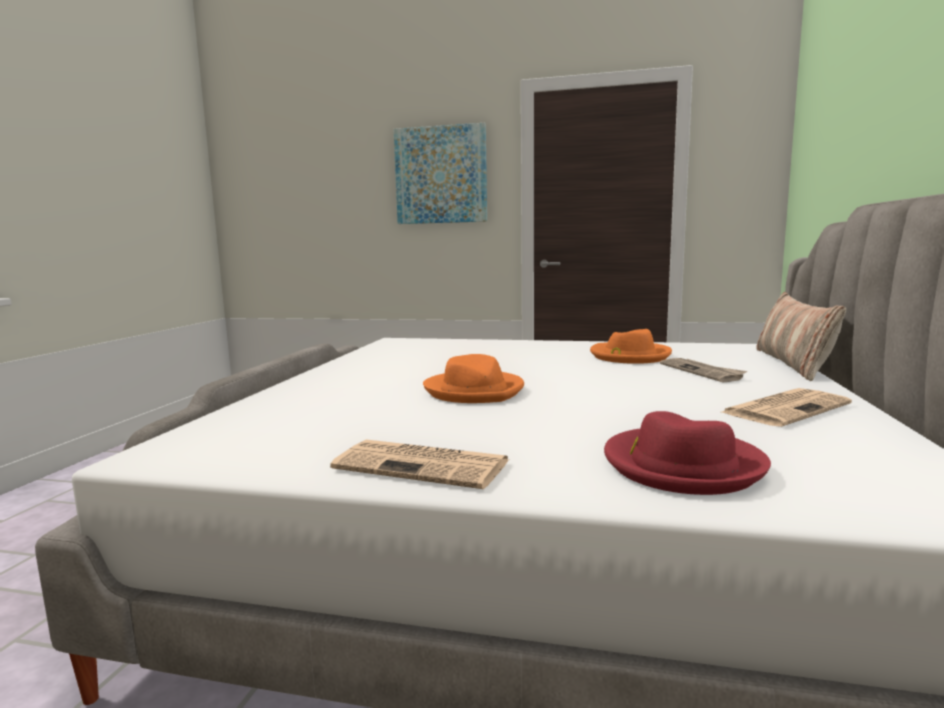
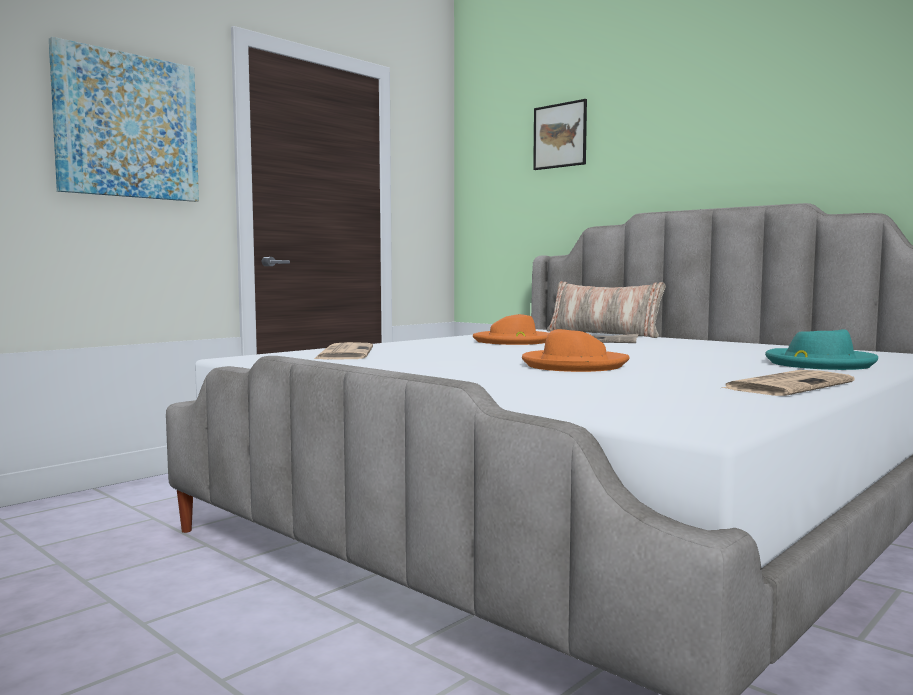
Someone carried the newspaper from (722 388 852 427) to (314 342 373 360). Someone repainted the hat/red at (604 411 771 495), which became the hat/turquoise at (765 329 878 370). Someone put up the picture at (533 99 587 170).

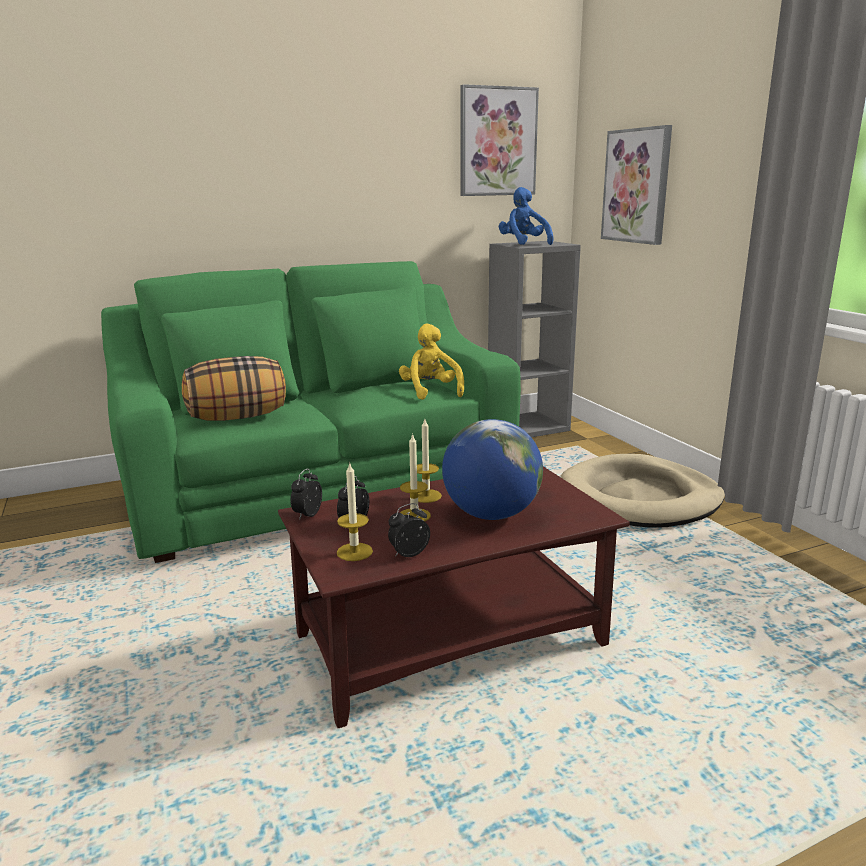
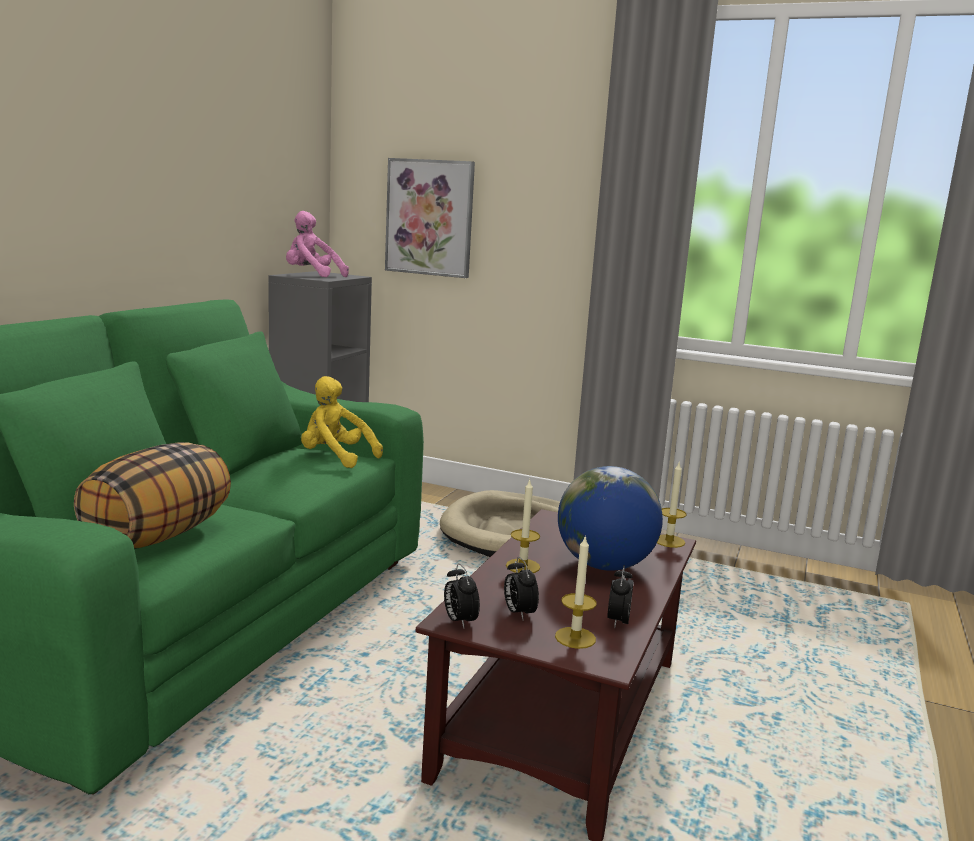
Someone took away the picture at (461 84 539 196). Someone repainted the plush toy/blue at (499 187 554 245), which became the plush toy/pink at (286 211 349 277). Someone carried the candle from (400 433 431 521) to (657 463 687 548).

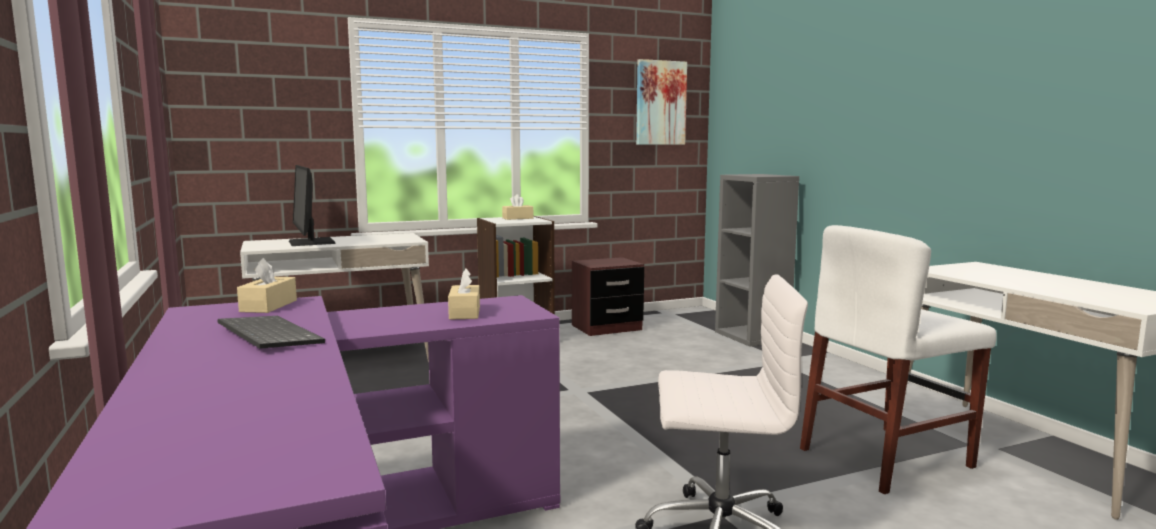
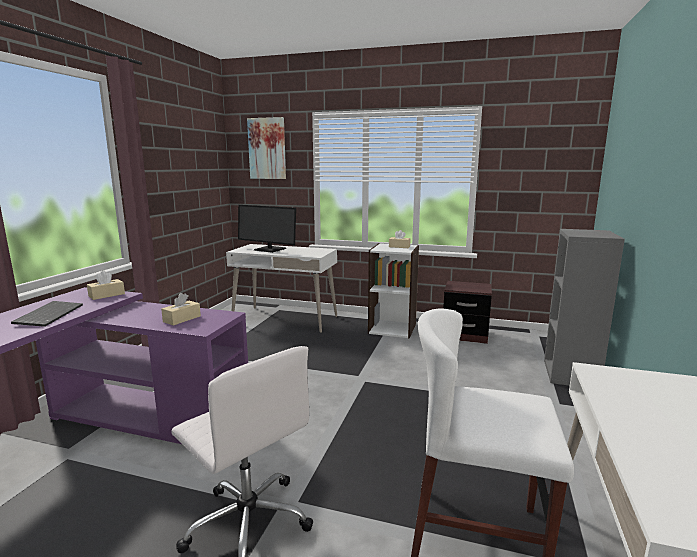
Someone carried the picture from (636 59 687 145) to (247 117 286 179). Someone rotated the monitor at (289 165 336 246) by 75 degrees counterclockwise.

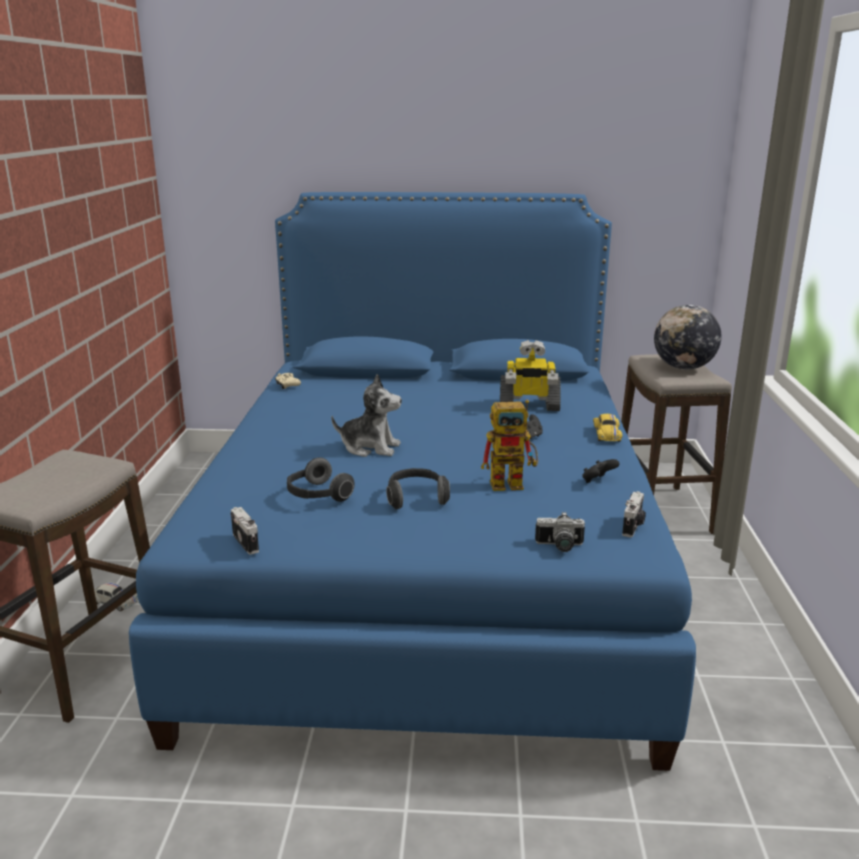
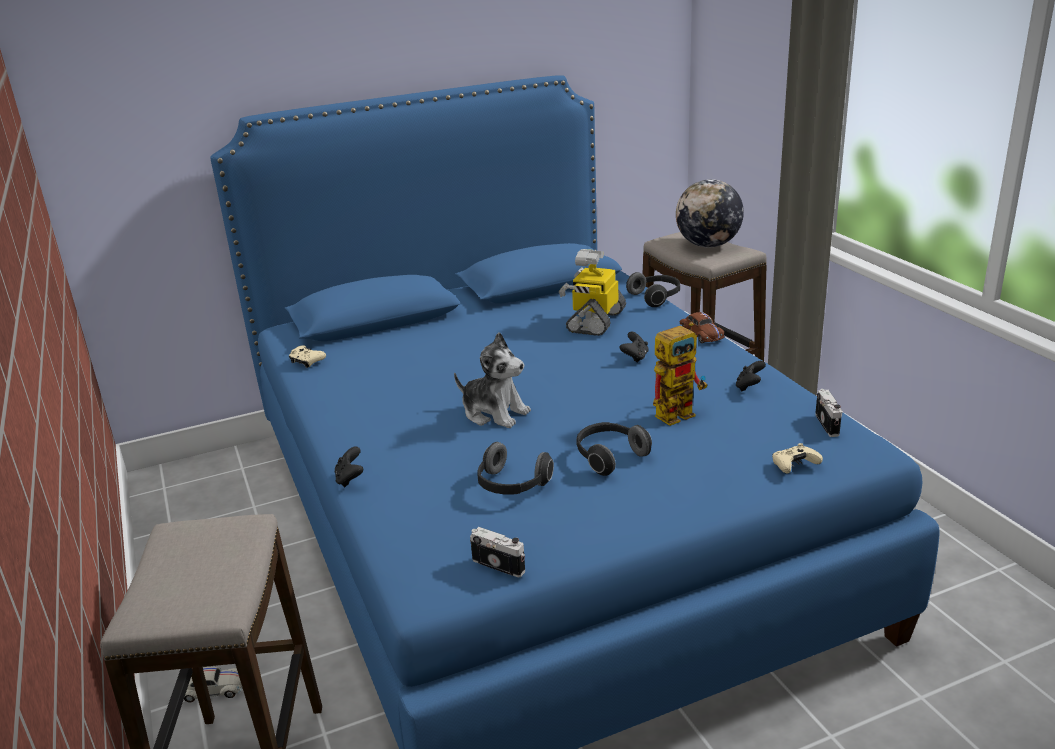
Someone rotated the toy robot at (500 340 561 411) by 135 degrees clockwise. Someone rotated the plush toy at (331 374 402 457) by 45 degrees clockwise. Someone repainted the toy car/yellow at (593 414 622 442), which became the toy car/brown at (680 312 725 343). Someone swapped the photo camera at (535 512 585 552) for the game controller/beige at (772 443 823 474). Someone put down the headphones at (626 272 680 307). Someone put down the game controller/black at (335 446 363 487).

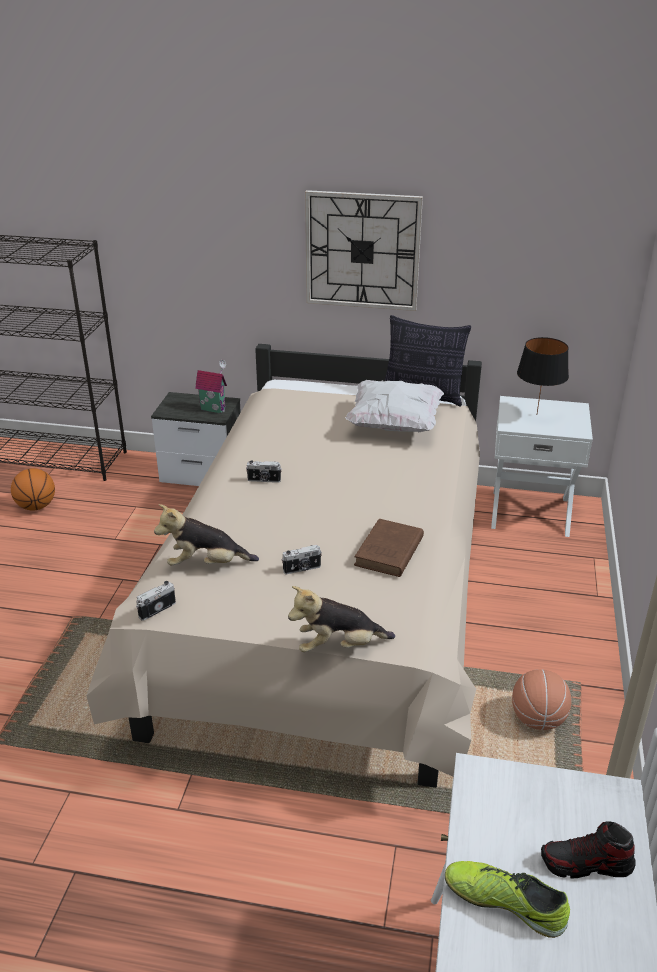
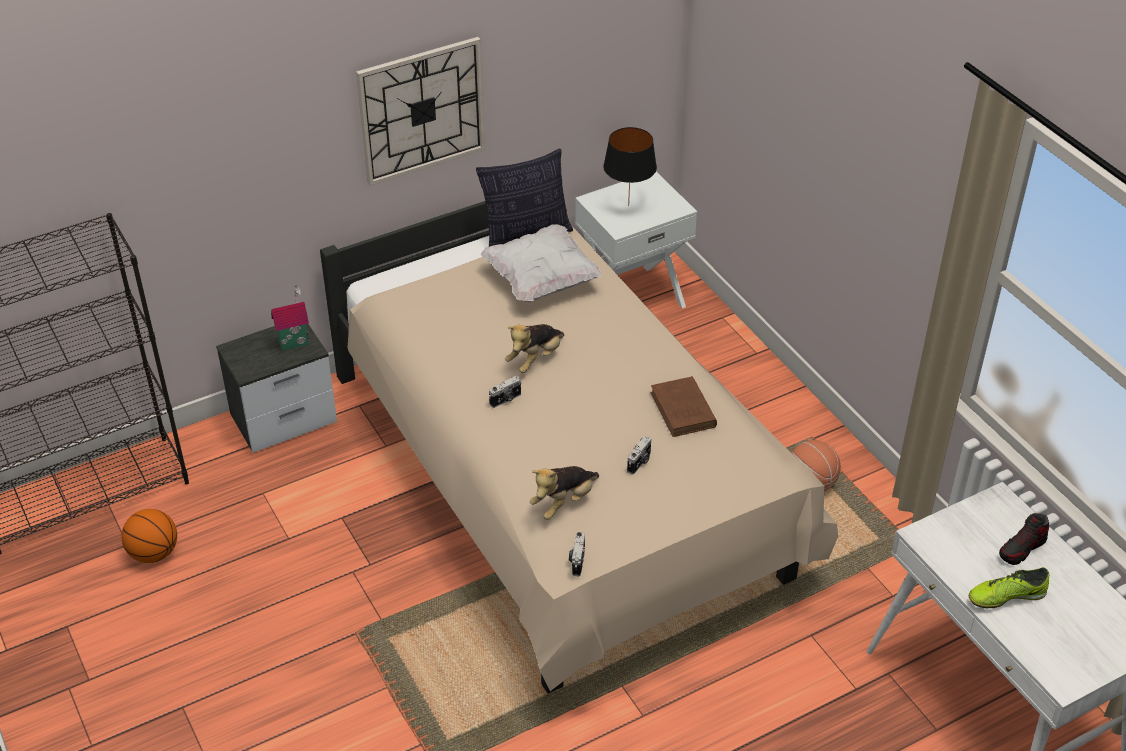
Someone carried the plush toy from (288 586 395 652) to (505 324 564 373).

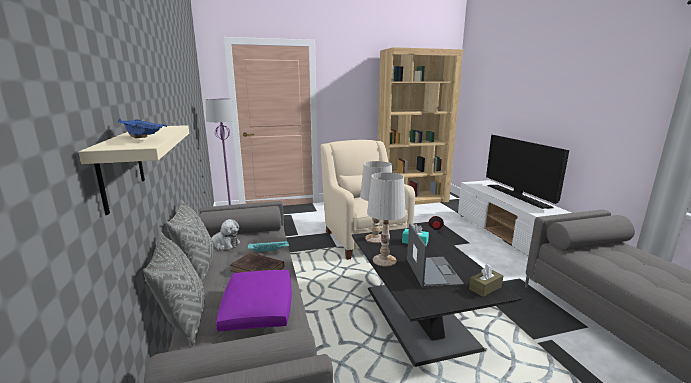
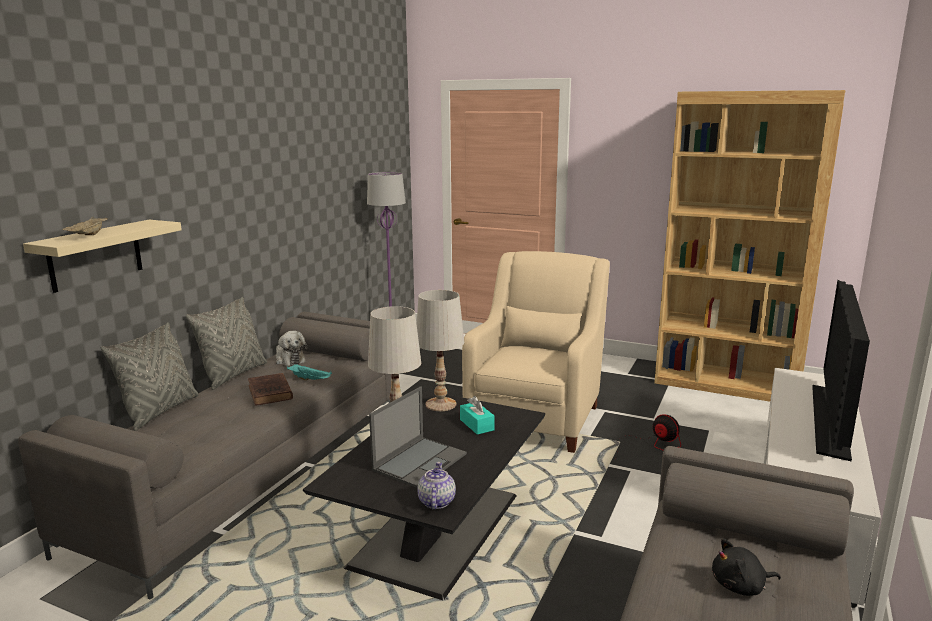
Someone repainted the tray/blue at (118 119 167 138), which became the tray/beige at (62 217 108 235). Someone swapped the tissue box/brown at (469 264 503 297) for the teapot at (417 462 456 510). Someone took away the pillow/purple at (216 270 292 331). Someone put down the plush toy/black at (712 539 781 596).

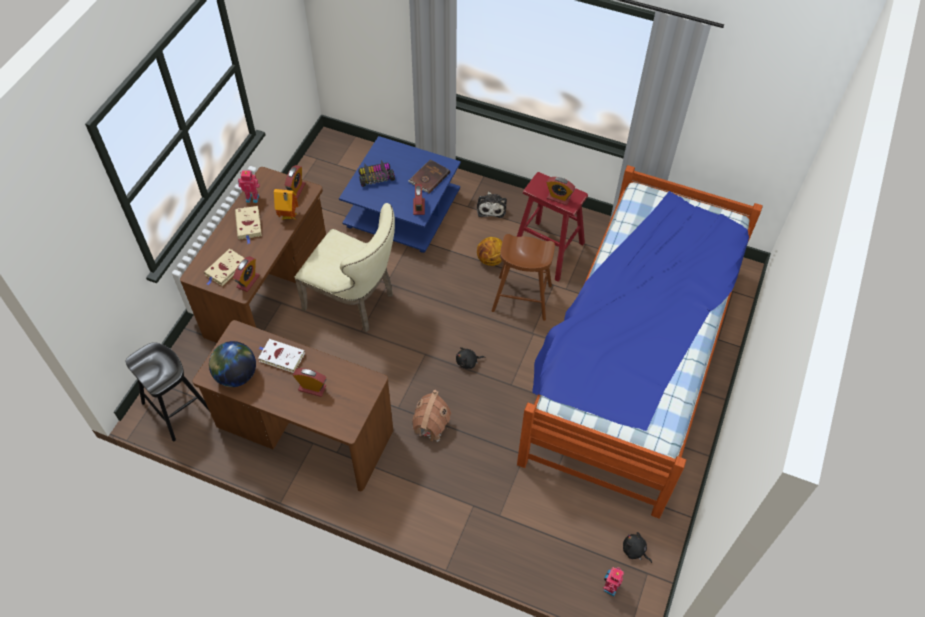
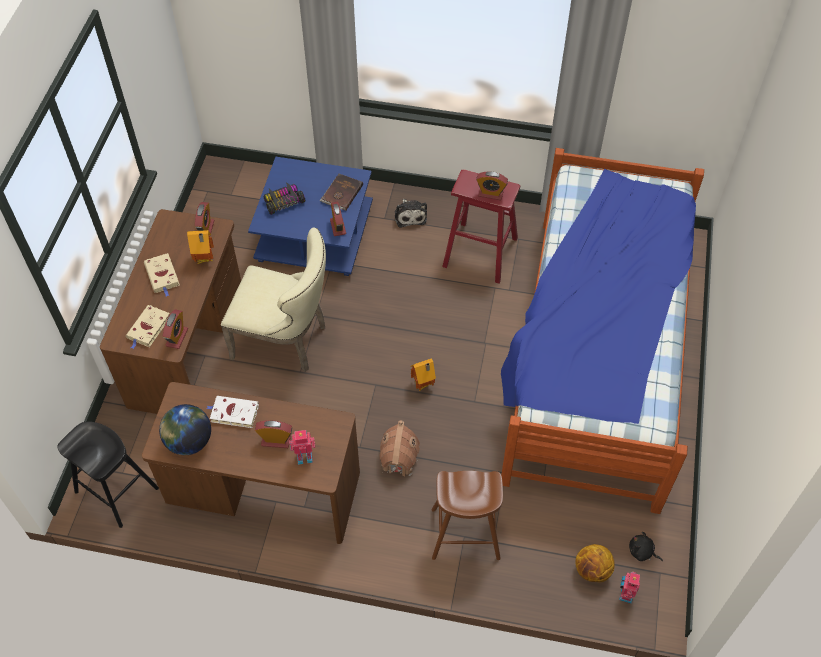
Someone carried the toy robot from (238 170 260 203) to (289 430 315 465). Someone carried the stool/brown from (492 234 555 321) to (432 471 503 560). Someone carried the basketball from (477 237 502 266) to (576 544 615 582). Someone swapped the plush toy/black at (456 347 486 369) for the toy house at (410 358 436 391).

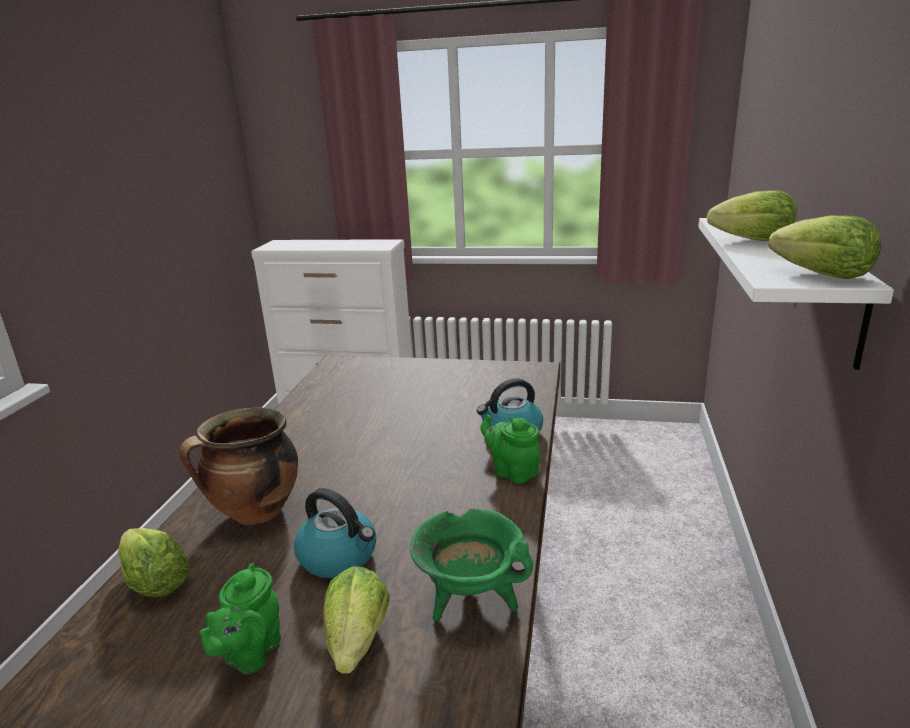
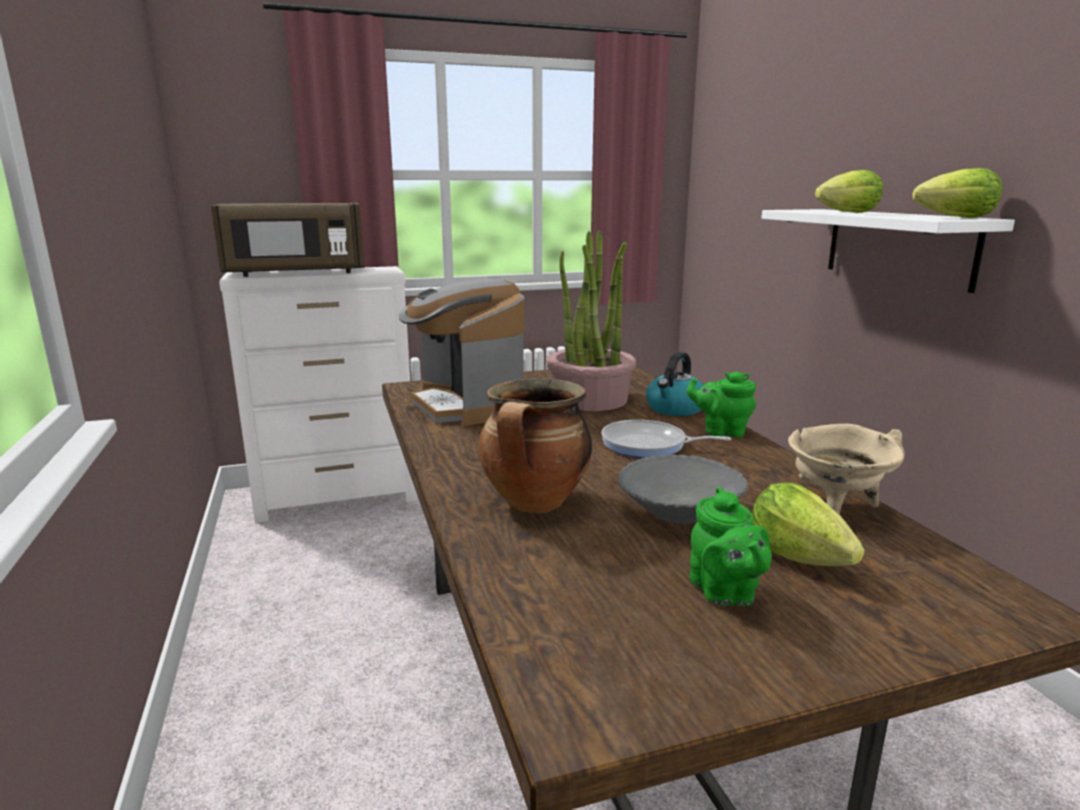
Someone swapped the kettle at (294 488 376 578) for the bowl/grey at (618 454 749 524). Someone repainted the cooking pot/green at (410 508 533 621), which became the cooking pot/beige at (788 424 905 515). Someone took away the lettuce at (118 528 189 597). Someone put down the microwave/brown at (211 203 365 277). Someone put down the potted plant at (546 230 636 411). Someone put down the coffee machine at (399 279 524 426). Someone put down the frying pan at (601 420 731 458).

